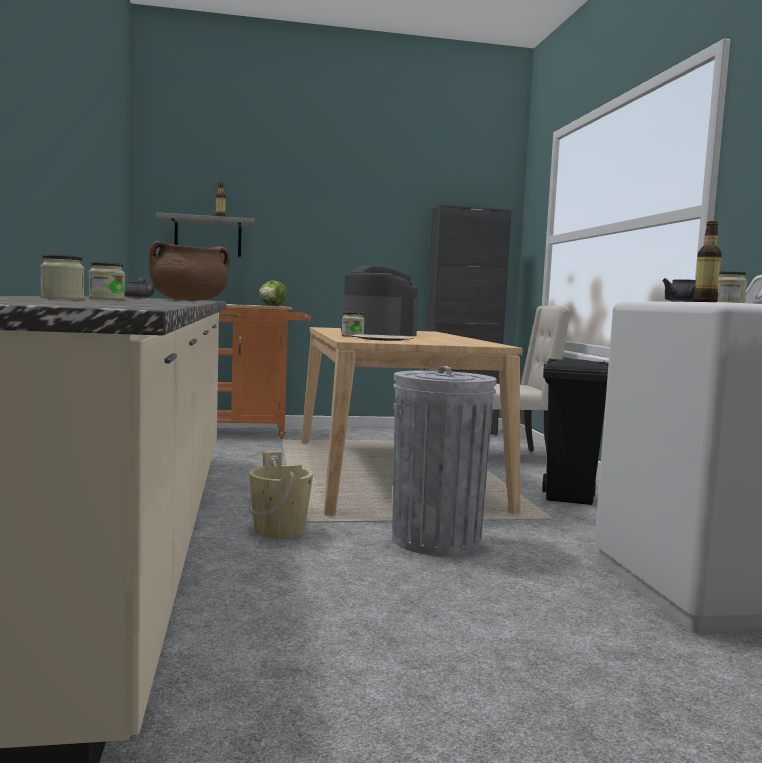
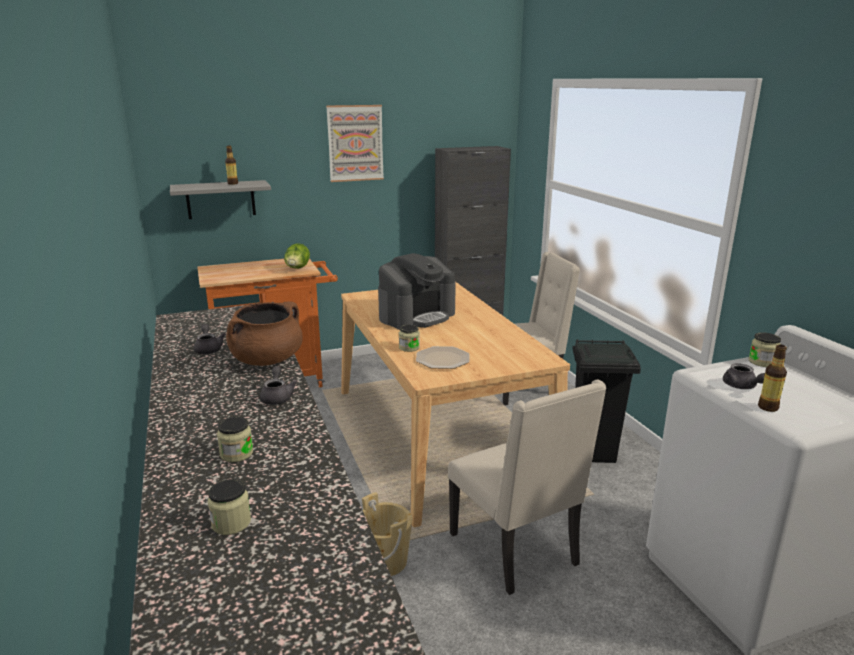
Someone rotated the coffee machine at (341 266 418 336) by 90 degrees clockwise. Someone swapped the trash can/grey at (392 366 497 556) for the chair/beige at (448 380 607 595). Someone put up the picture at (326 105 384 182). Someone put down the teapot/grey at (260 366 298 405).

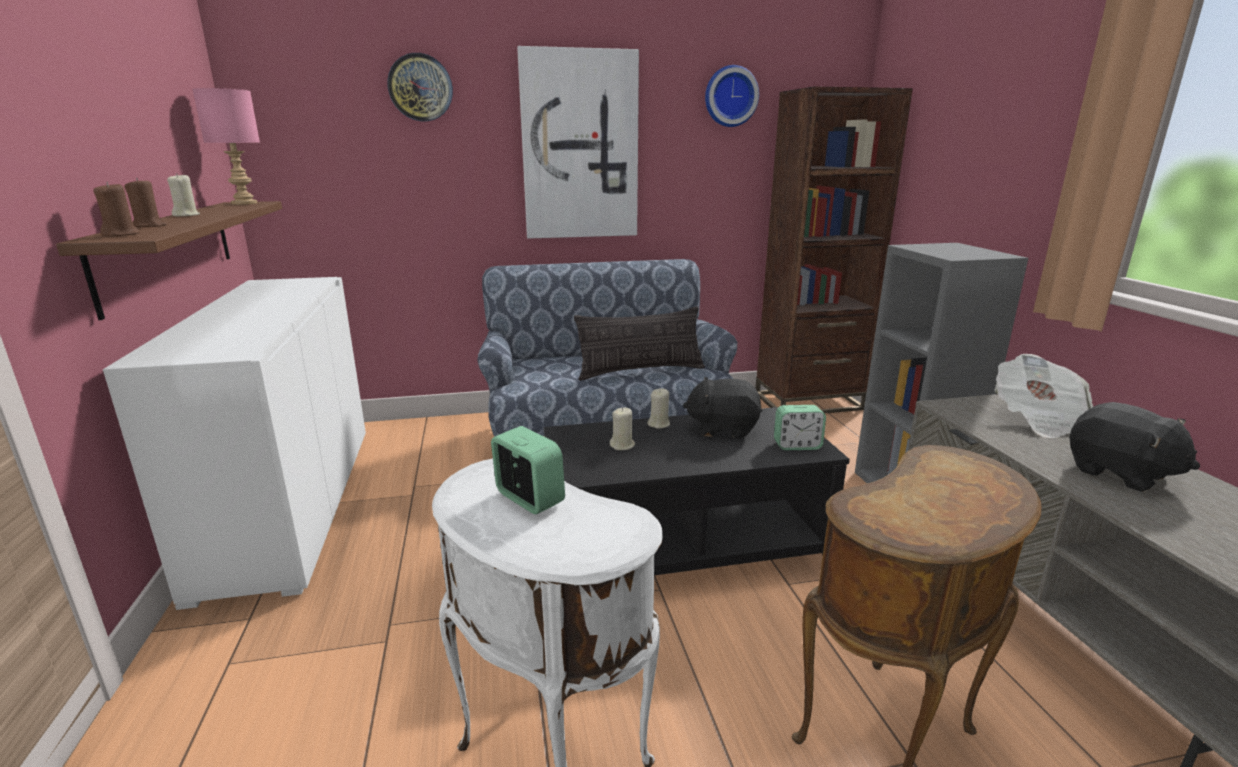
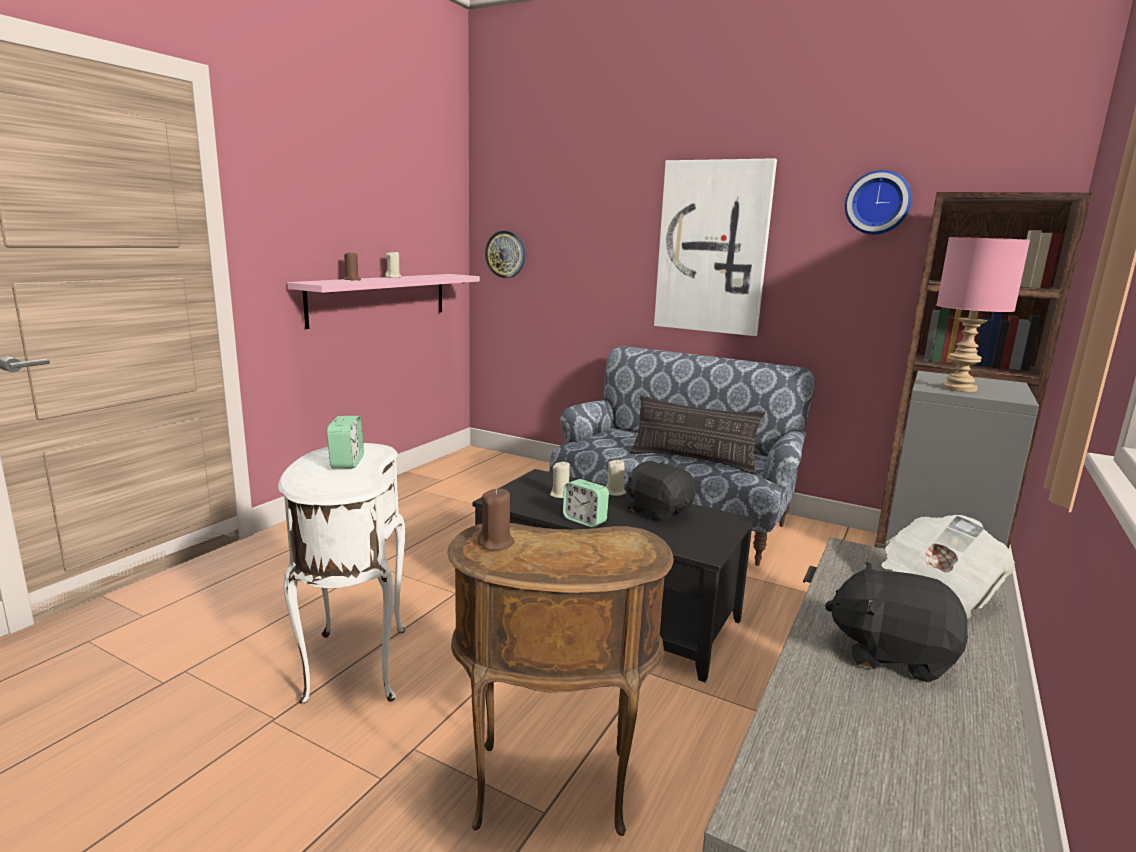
Someone carried the wall clock from (387 53 453 121) to (485 230 526 278). Someone carried the table lamp/pink from (192 88 260 205) to (936 237 1030 392). Someone carried the candle/brown from (93 182 140 236) to (478 488 515 550). Someone repainted the shelf/brown at (56 201 282 320), which became the shelf/pink at (287 274 480 329). Someone took away the cabinet/white at (103 277 366 610). Someone rotated the plush toy/black at (1069 402 1200 492) by 105 degrees clockwise. Someone carried the alarm clock from (774 405 826 450) to (563 479 609 527).

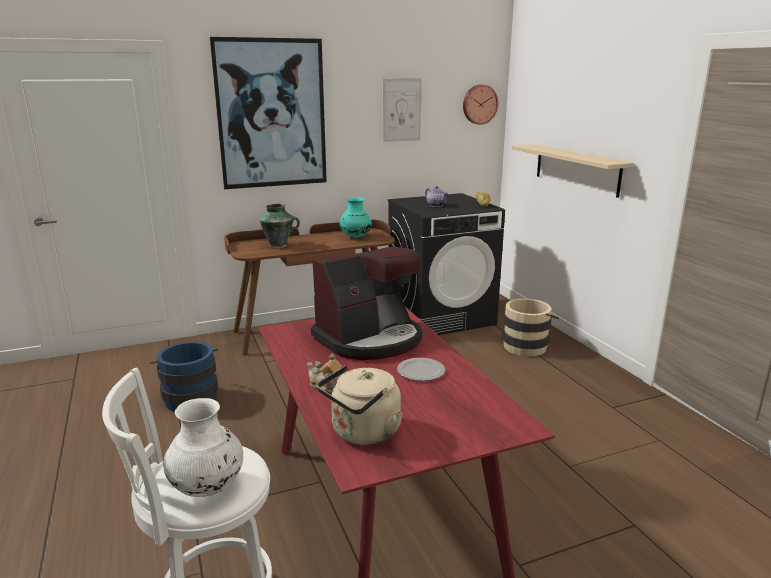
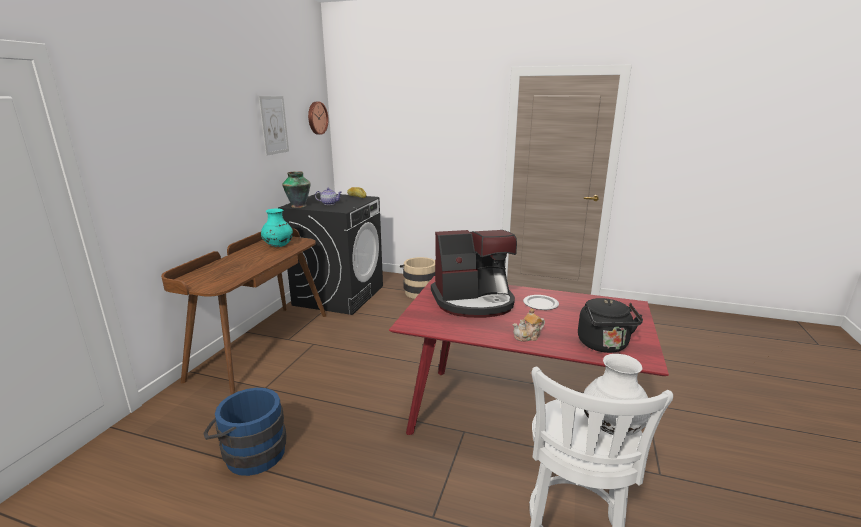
Someone took away the picture at (210 37 327 189). Someone took away the shelf/beige at (512 144 634 198). Someone carried the vase from (260 204 300 248) to (282 171 311 208). Someone rotated the coffee machine at (311 246 423 360) by 75 degrees clockwise. Someone repainted the kettle/beige at (317 365 402 445), which became the kettle/black at (578 298 643 353).

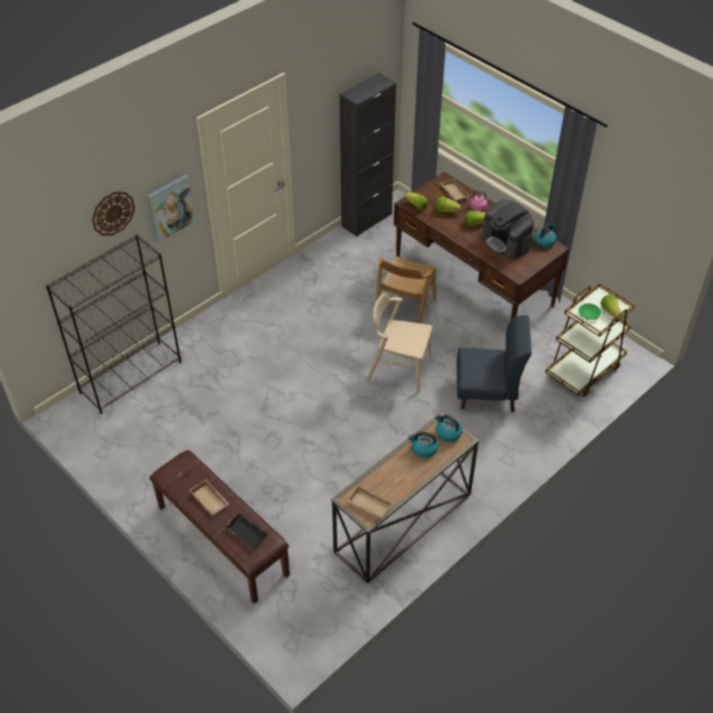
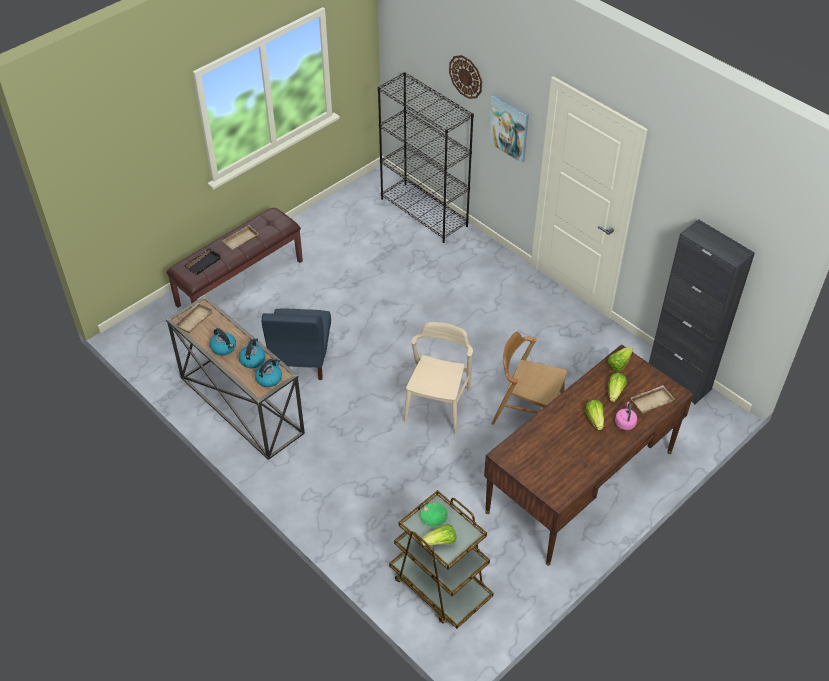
Someone took away the coffee machine at (482 200 534 260). Someone carried the kettle from (534 224 557 248) to (210 328 236 355). Someone carried the chair/blue from (457 315 532 412) to (262 308 331 380).

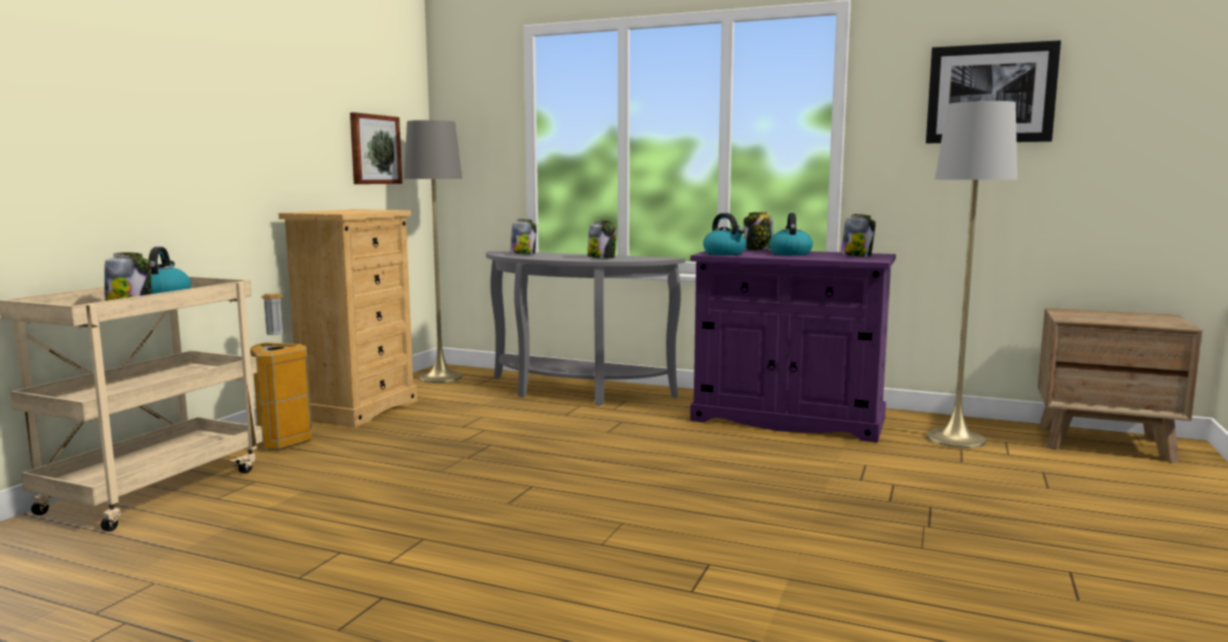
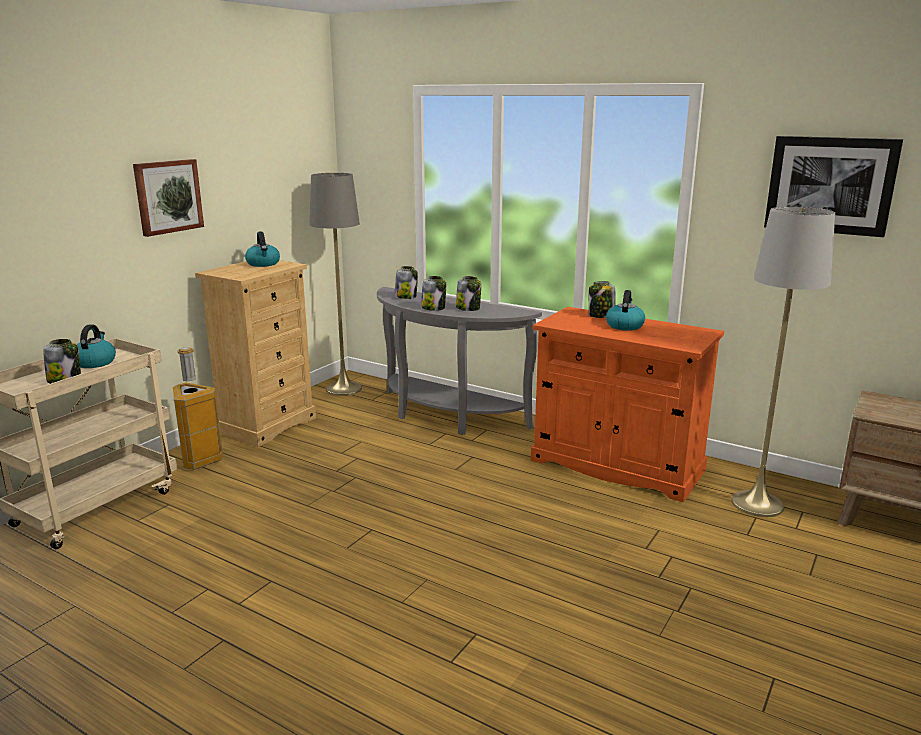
Someone carried the picture from (350 112 402 184) to (133 159 204 237). Someone carried the kettle from (703 213 746 255) to (245 231 280 267). Someone carried the jar from (841 214 876 257) to (421 276 446 311). Someone repainted the cabinet/purple at (690 249 896 443), which became the cabinet/orange at (531 307 724 502).

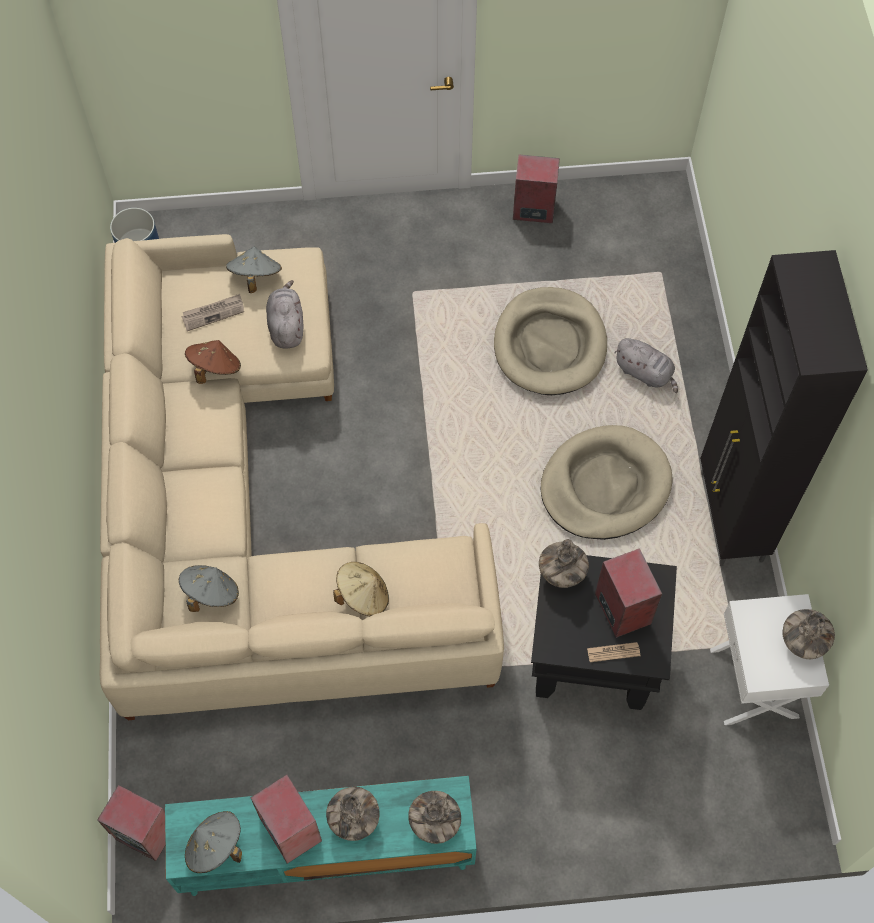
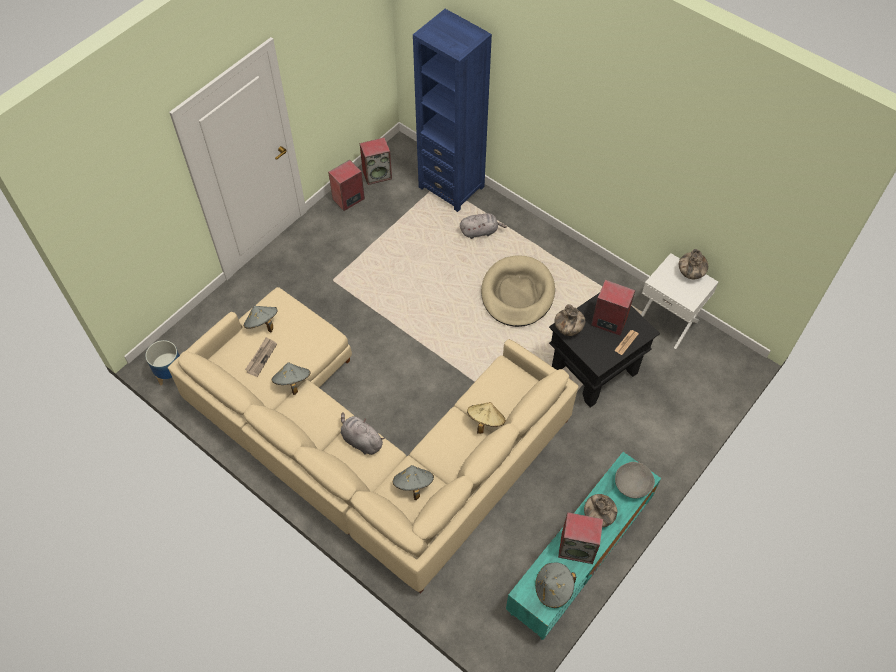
Someone took away the cabinet/black at (700 250 868 566). Someone carried the plush toy/grey from (266 280 303 349) to (341 412 385 455). Someone took away the dog bed/beige at (494 287 607 395). Someone repainted the hat/brown at (185 340 241 384), which became the hat/grey at (272 362 310 395). Someone carried the speaker from (97 785 165 861) to (360 137 392 185). Someone swapped the vase at (408 791 461 844) for the bowl/grey at (615 462 655 498). Someone put down the bookcase/blue at (413 9 492 212).

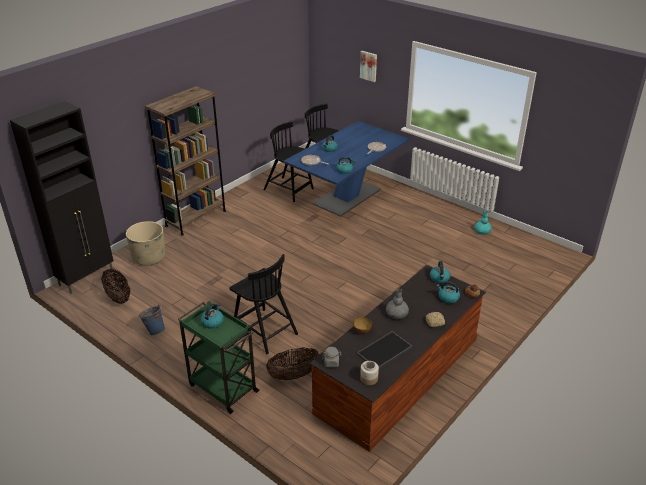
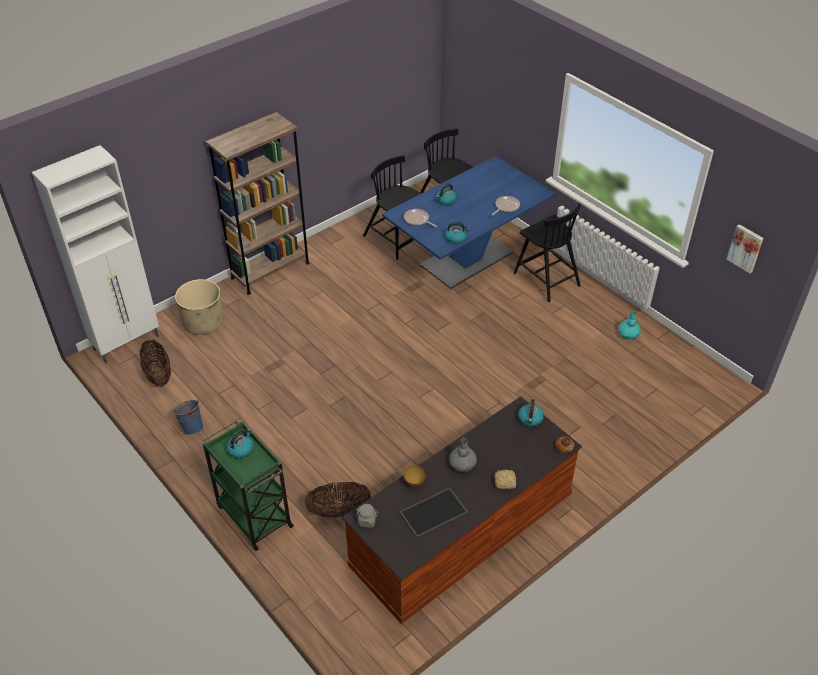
Someone carried the picture from (360 51 377 82) to (727 224 764 273). Someone repainted the cabinet/black at (10 101 113 294), which became the cabinet/white at (32 145 159 364). Someone carried the chair/black from (229 254 298 354) to (514 203 581 302). Someone took away the kettle at (436 281 460 303). Someone took away the jar at (360 361 379 385).

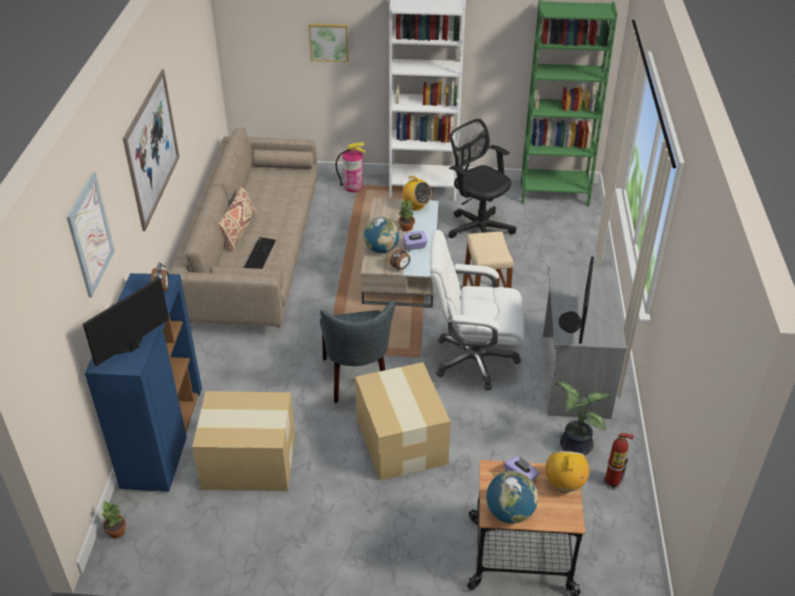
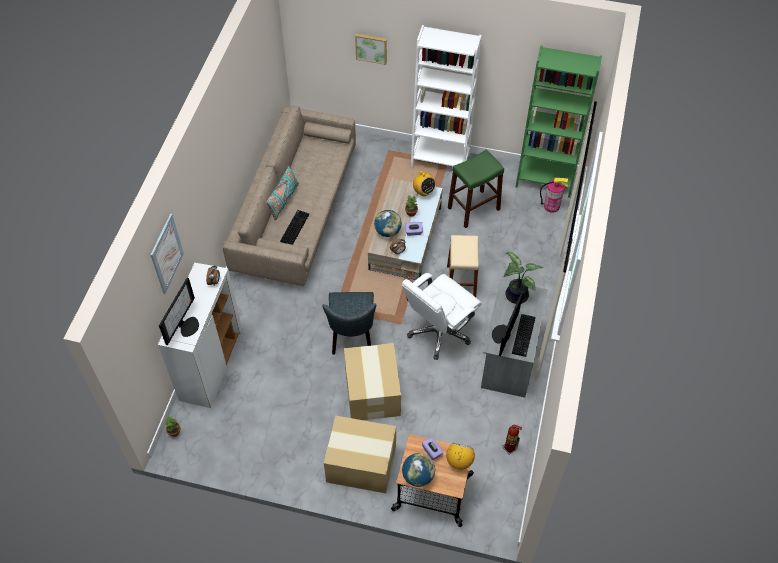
Someone took away the picture at (123 69 179 231). Someone swapped the office chair/black at (448 119 516 238) for the stool/green at (448 149 504 228). Someone carried the fire extinguisher from (335 142 366 193) to (540 178 568 213). Someone repainted the pillow/beige at (218 186 256 252), which became the pillow/turquoise at (266 165 299 220). Someone rotated the office chair/white at (430 230 524 391) by 60 degrees counterclockwise. Someone repainted the cabinet/blue at (85 273 202 492), which became the cabinet/white at (158 263 242 408). Someone rotated the monitor at (83 278 169 366) by 150 degrees clockwise. Someone carried the potted plant from (555 382 613 455) to (504 252 544 304). Someone carried the cardboard box from (192 391 295 491) to (324 416 396 493). Someone put down the keyboard at (512 314 536 357).

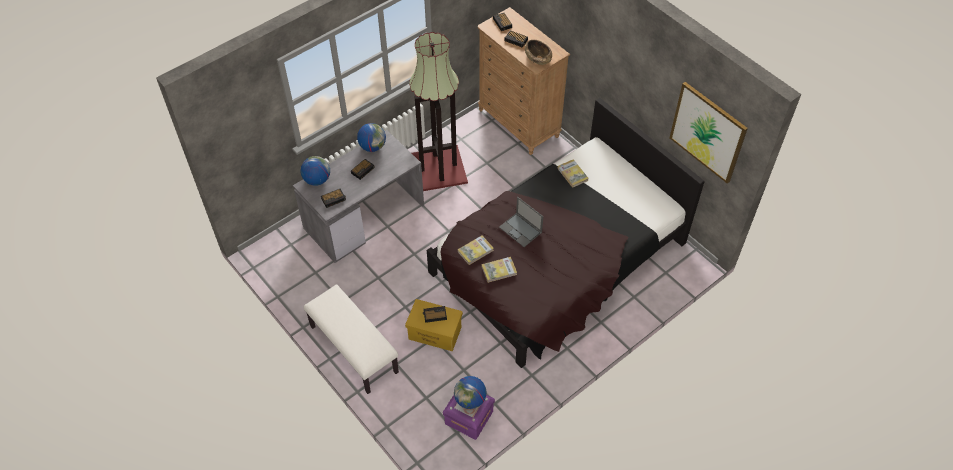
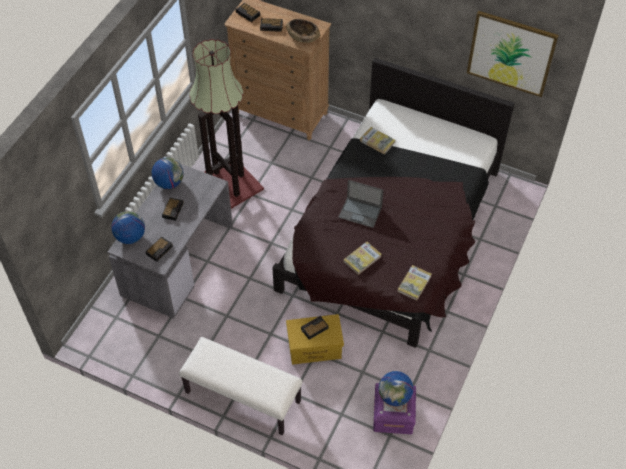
Someone carried the book from (458 235 494 265) to (397 265 431 301).

